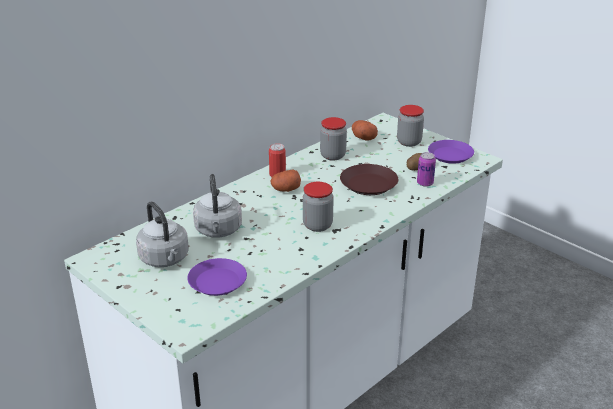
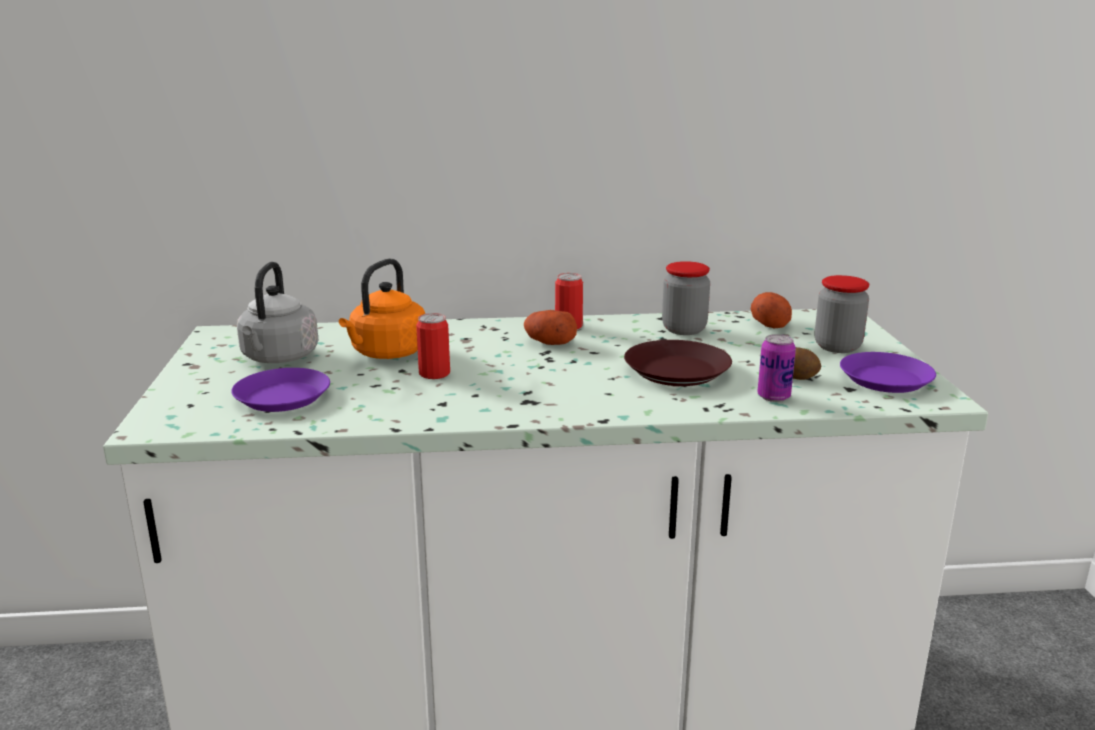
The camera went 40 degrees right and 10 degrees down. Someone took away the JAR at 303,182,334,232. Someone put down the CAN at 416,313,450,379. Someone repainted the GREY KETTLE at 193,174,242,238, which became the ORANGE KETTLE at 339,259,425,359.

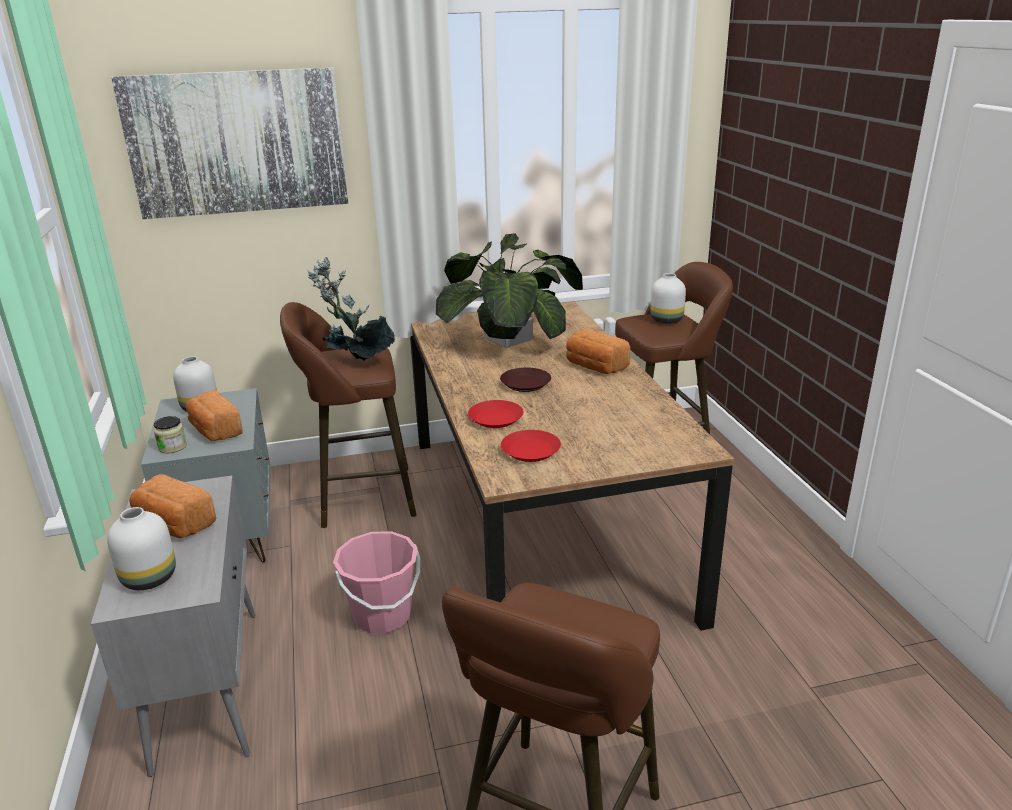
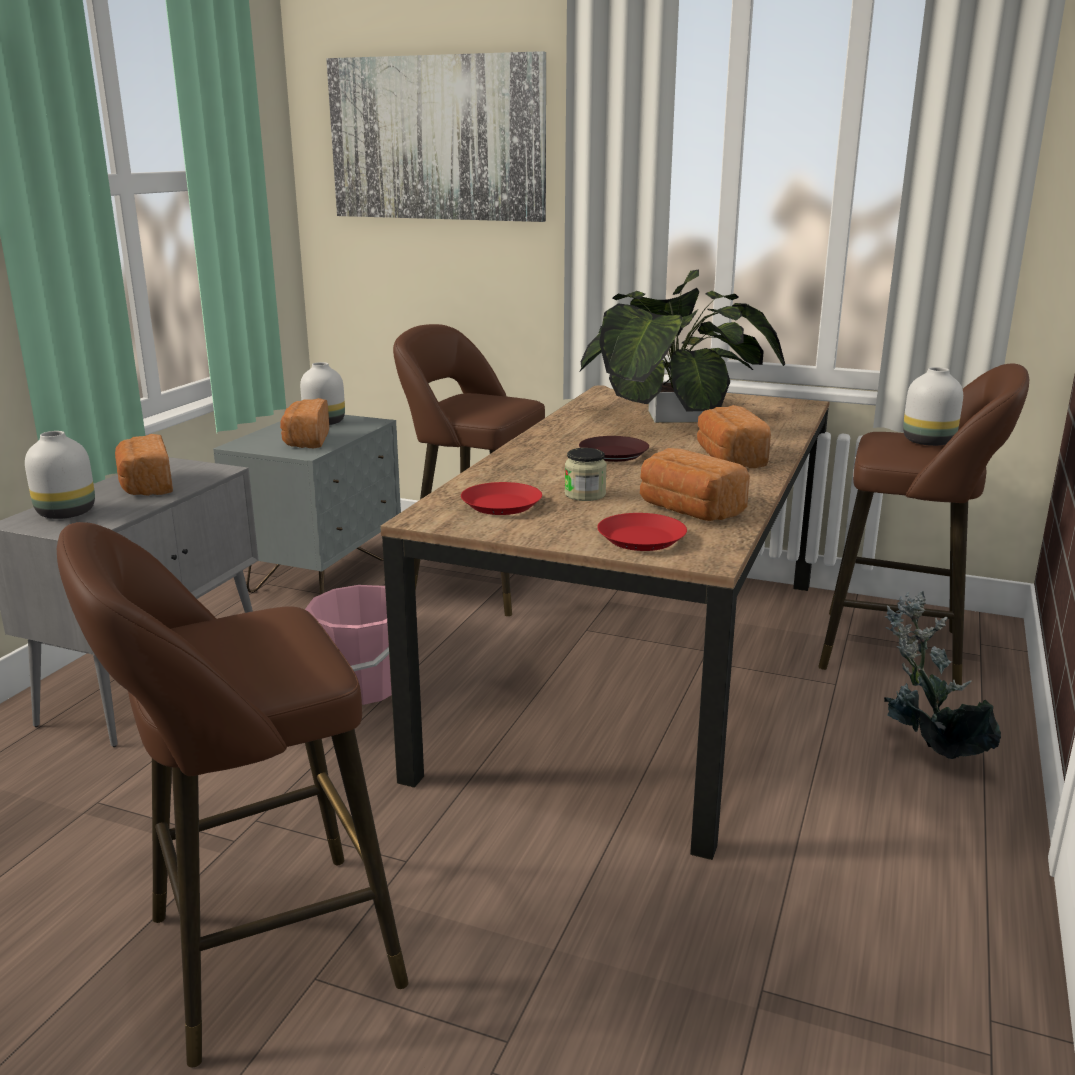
The camera went 35 degrees right and 5 degrees down. Someone put down the BREAD at 640,448,750,521. Someone carried the JAR from 154,416,187,453 to 565,448,607,501. Someone carried the POTTED PLANT from 307,257,395,361 to 884,591,1001,759. Someone carried the RED PLATE from 468,400,524,428 to 597,513,687,551.

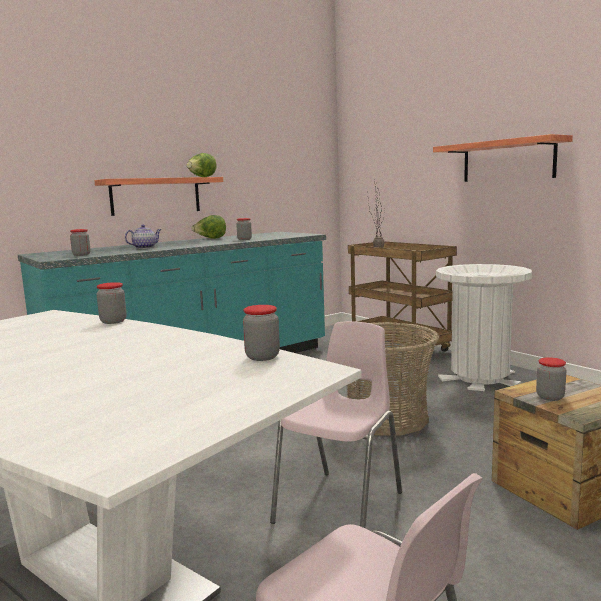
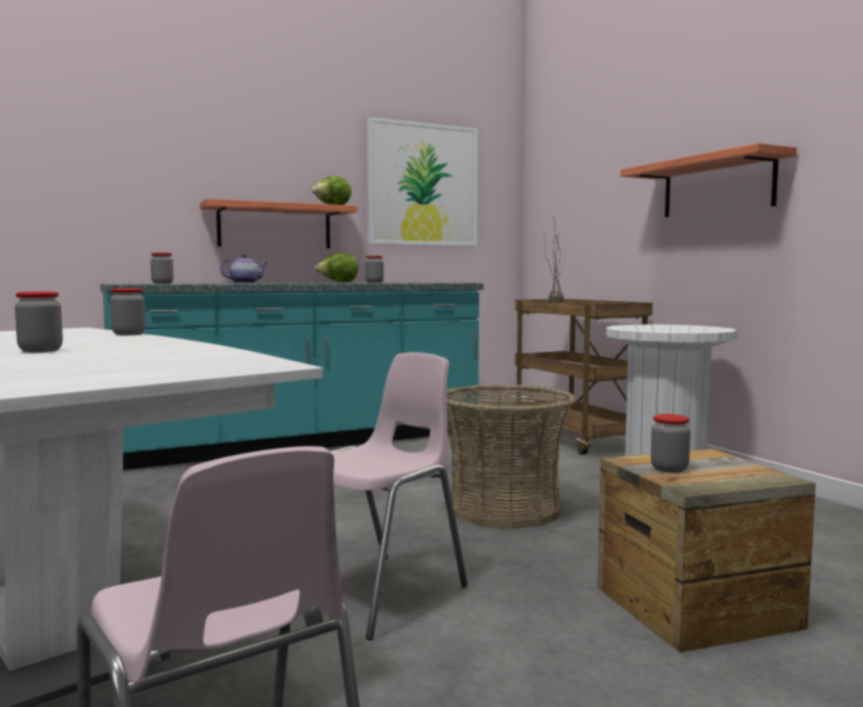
The camera went 10 degrees right and 5 degrees down. Someone put up the PICTURE at 366,117,478,246. Someone carried the JAR from 243,305,280,361 to 15,291,63,352.

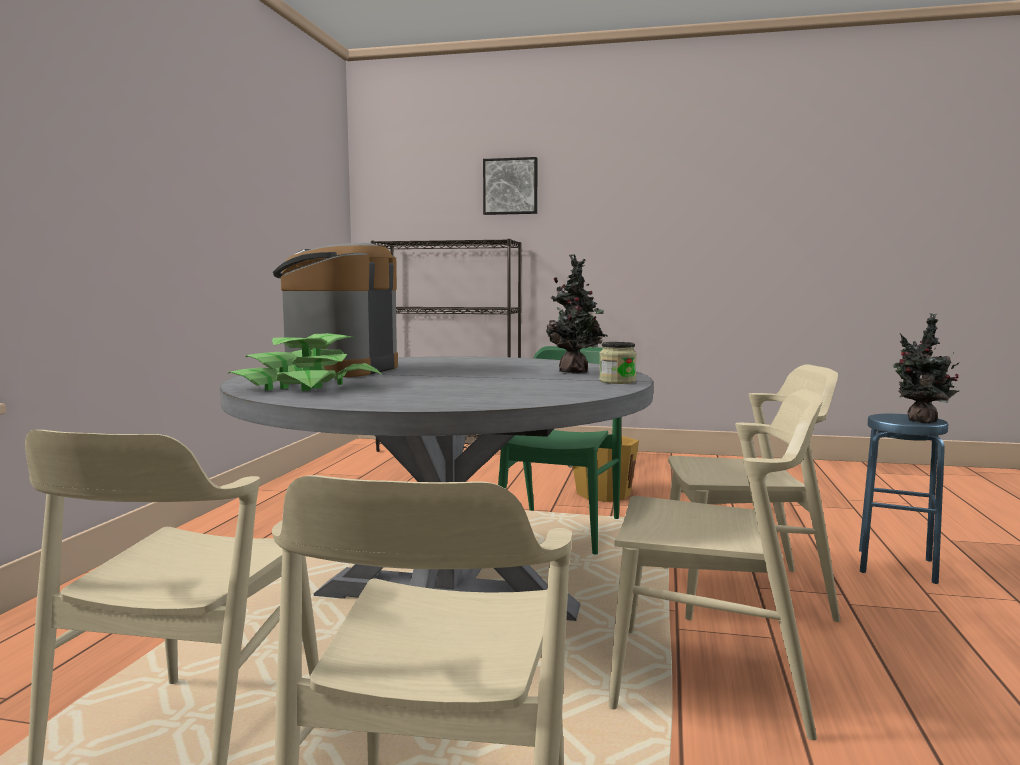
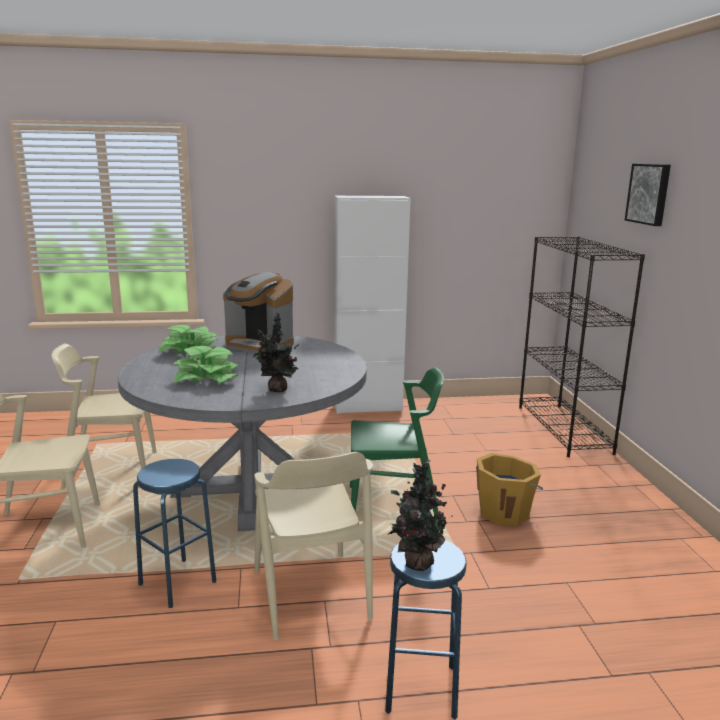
The camera went 70 degrees right and 10 degrees up. Someone took away the JAR at 599,342,637,384. Someone put down the POTTED PLANT at 173,346,240,383. Someone put down the WHITE CABINET at 334,196,411,414. Someone swapped the BEIGE CHAIR at 608,389,823,740 for the BLUE STOOL at 133,459,216,608. Someone rotated the COFFEE MACHINE at 273,243,398,377 by 150 degrees counterclockwise.

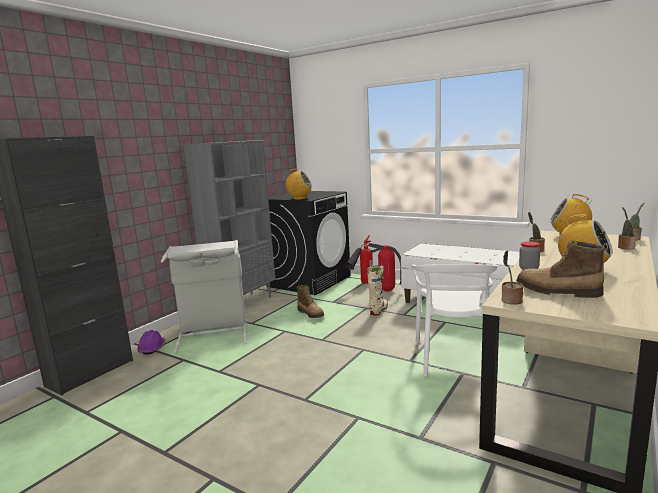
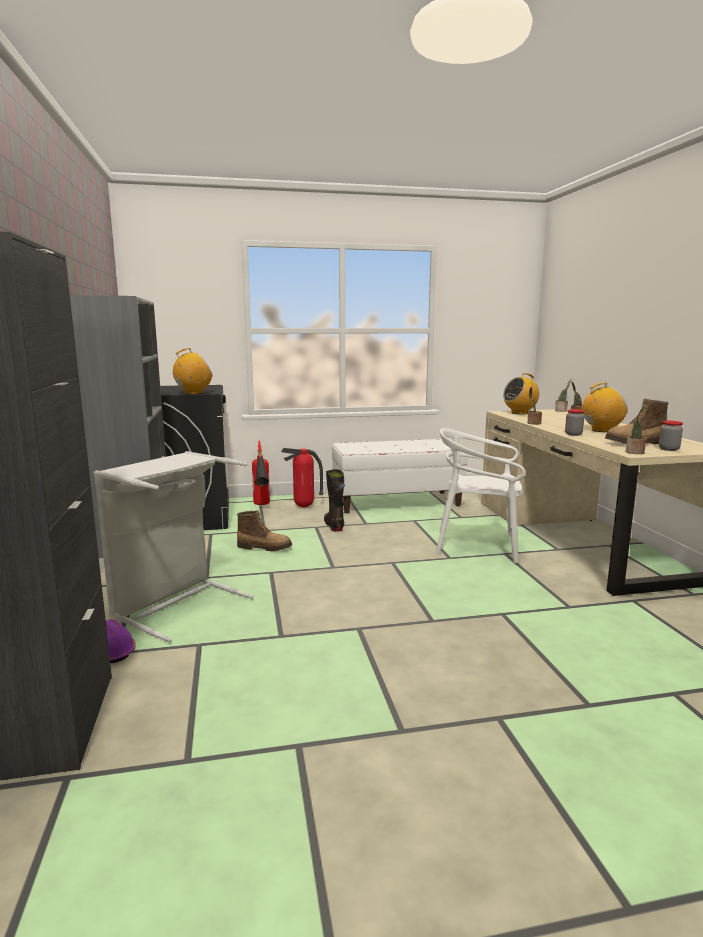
The camera went 45 degrees left and 0 degrees up. Someone put down the JAR at 659,421,683,451. Someone repainted the BEIGE BOOT at 367,265,388,315, which became the BLACK BOOT at 324,469,345,531. Someone rotated the WHITE CHAIR at 412,264,498,376 by 135 degrees clockwise.

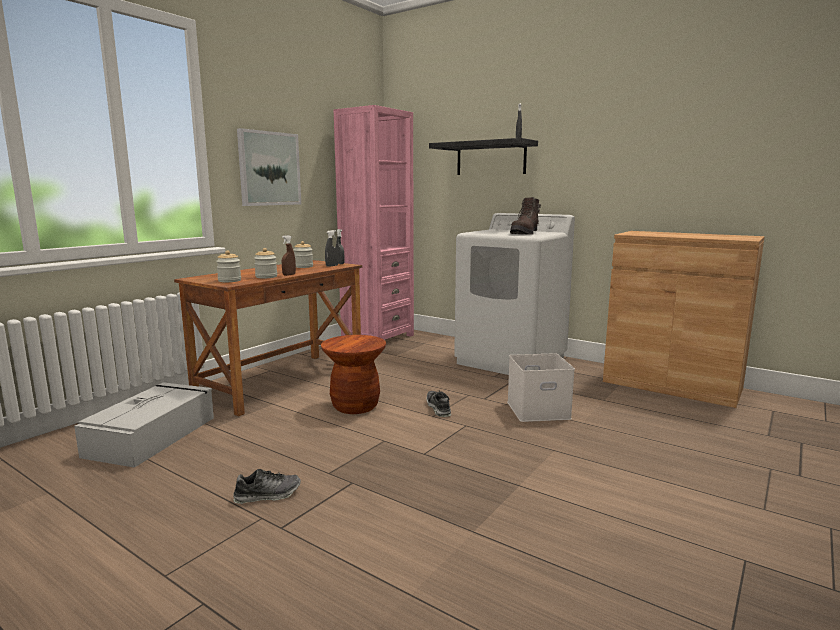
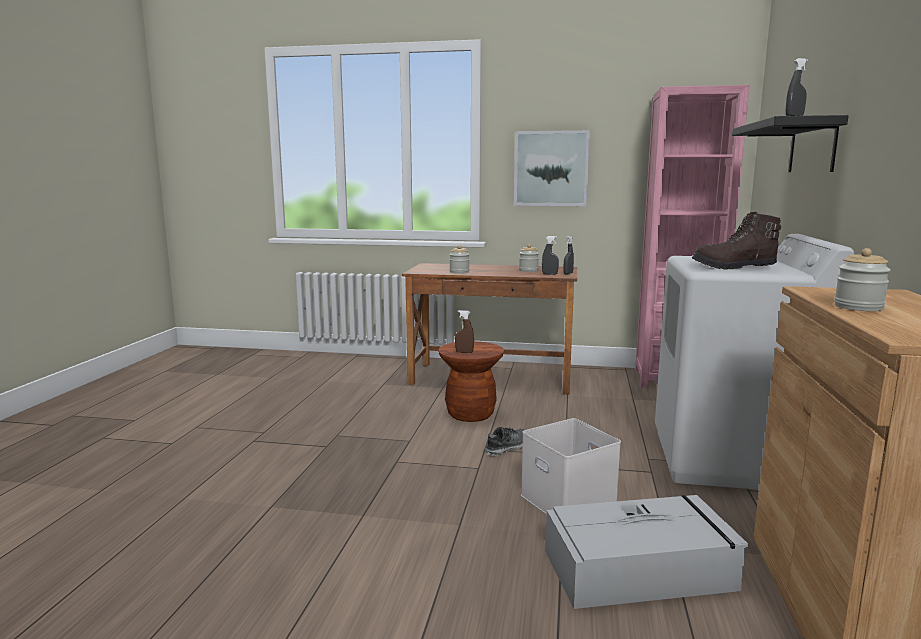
The camera went 65 degrees right and 0 degrees up. Someone took away the SHOE at 233,469,301,504. Someone carried the GREY STORAGE BOX from 74,382,214,468 to 545,495,748,609. Someone carried the JAR from 216,251,241,282 to 834,248,891,311. Someone carried the BROWN SPRAY BOTTLE from 282,235,296,276 to 455,310,474,353.

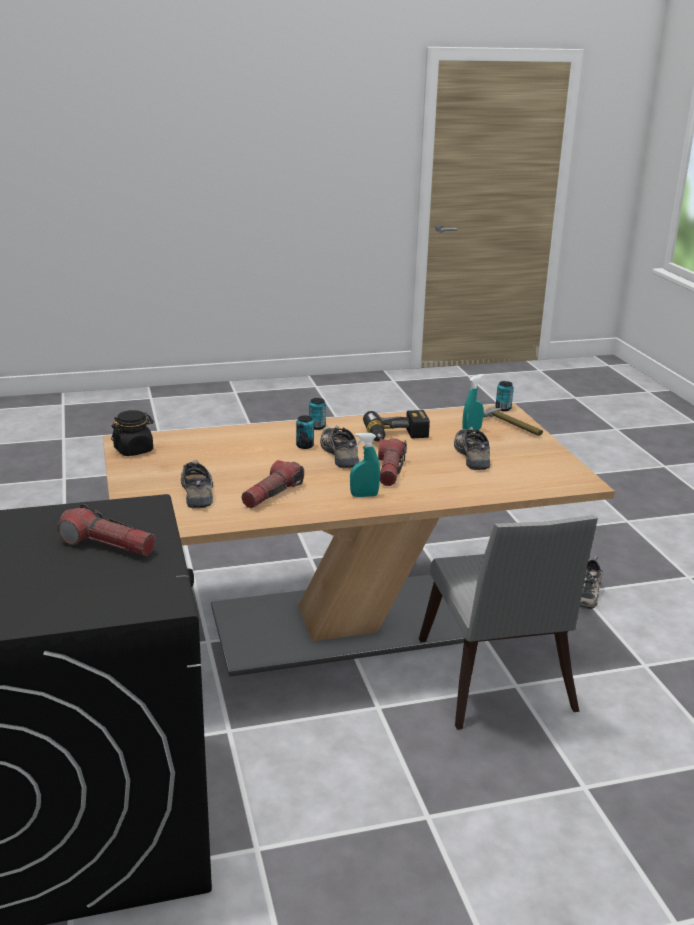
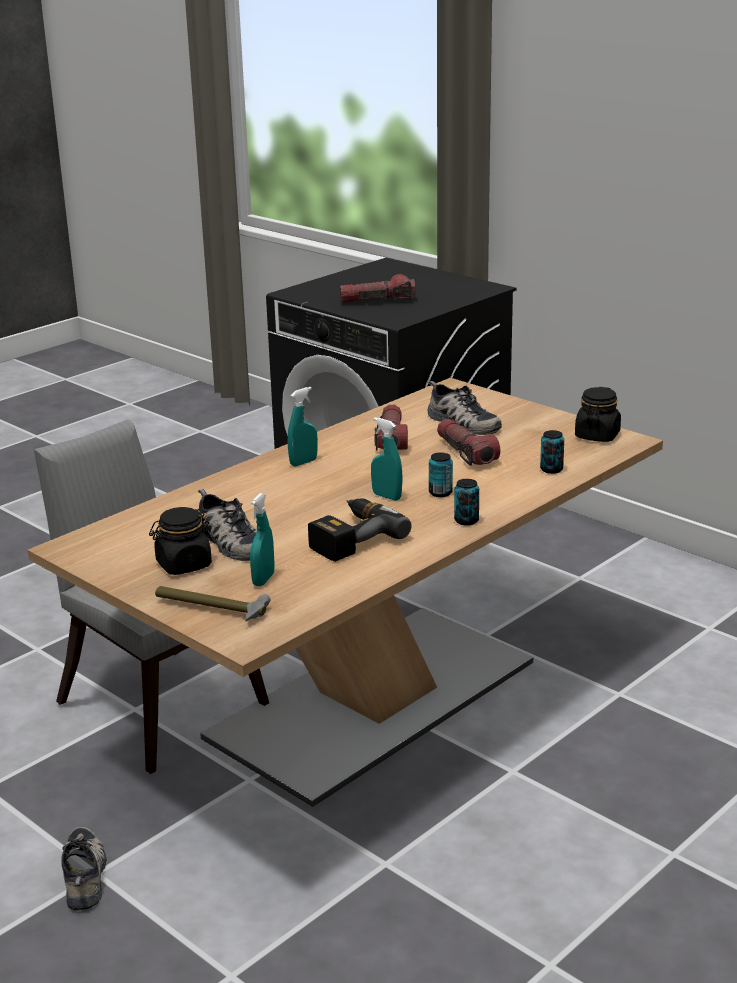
The camera went 150 degrees right and 0 degrees up. Someone put down the BLACK JAR at 149,507,212,575. Someone carried the FLASHLIGHT from 378,438,407,486 to 437,419,500,466. Someone carried the CAN from 495,381,514,411 to 540,430,564,474. Someone swapped the SHOE at 320,425,359,468 for the TURQUOISE SPRAY BOTTLE at 371,417,403,501.

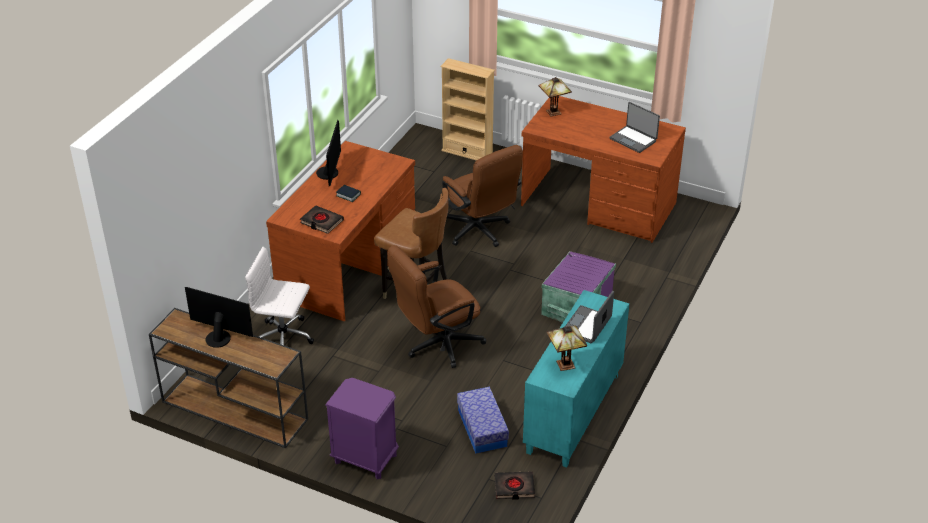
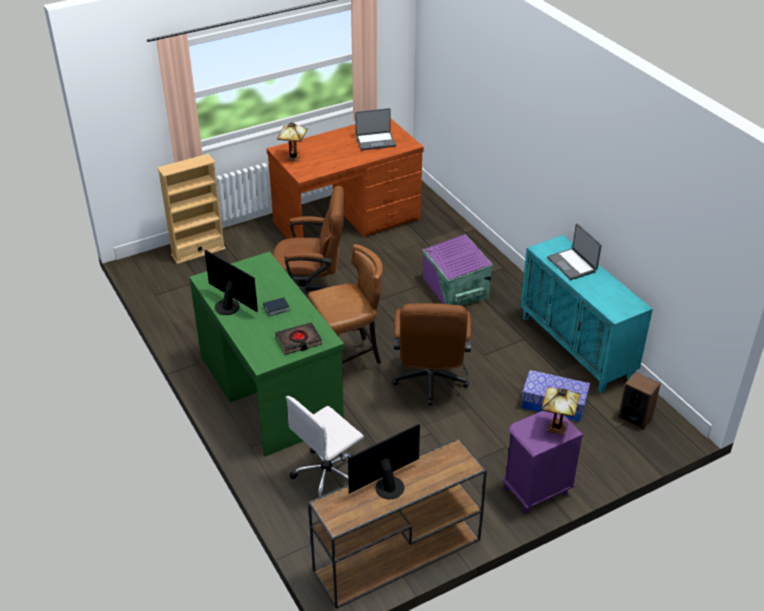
The camera went 55 degrees left and 0 degrees up. Someone carried the TABLE LAMP from 546,326,587,371 to 541,387,580,435. Someone swapped the BLACK BOOK at 494,472,535,500 for the SPEAKER at 618,372,661,430. Someone repainted the BROWN DESK at 266,141,415,322, which became the GREEN DESK at 189,251,344,457.

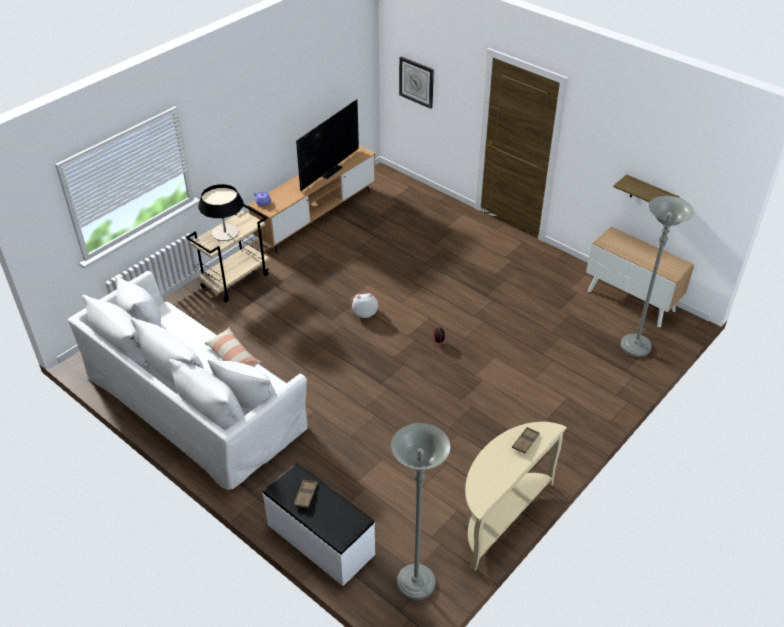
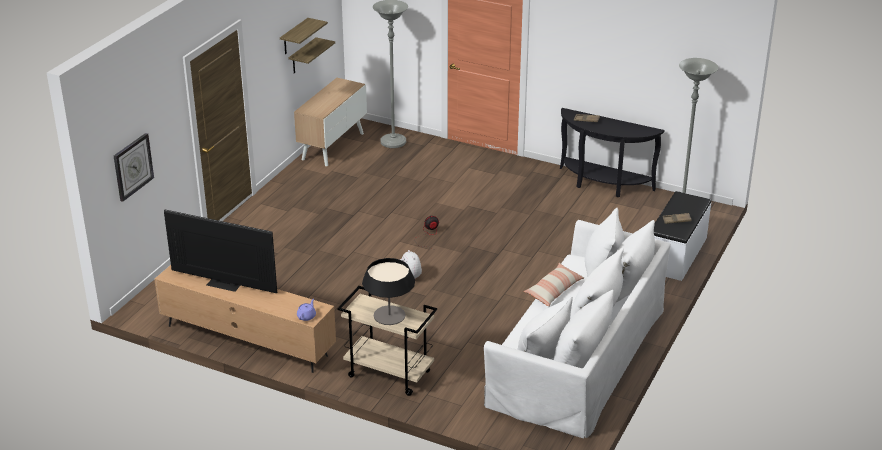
The camera went 105 degrees left and 10 degrees down. Someone put up the SHELF at 280,18,328,54. Someone repainted the BEIGE CONSOLE TABLE at 465,422,567,571, which became the BLACK CONSOLE TABLE at 560,108,664,197.

